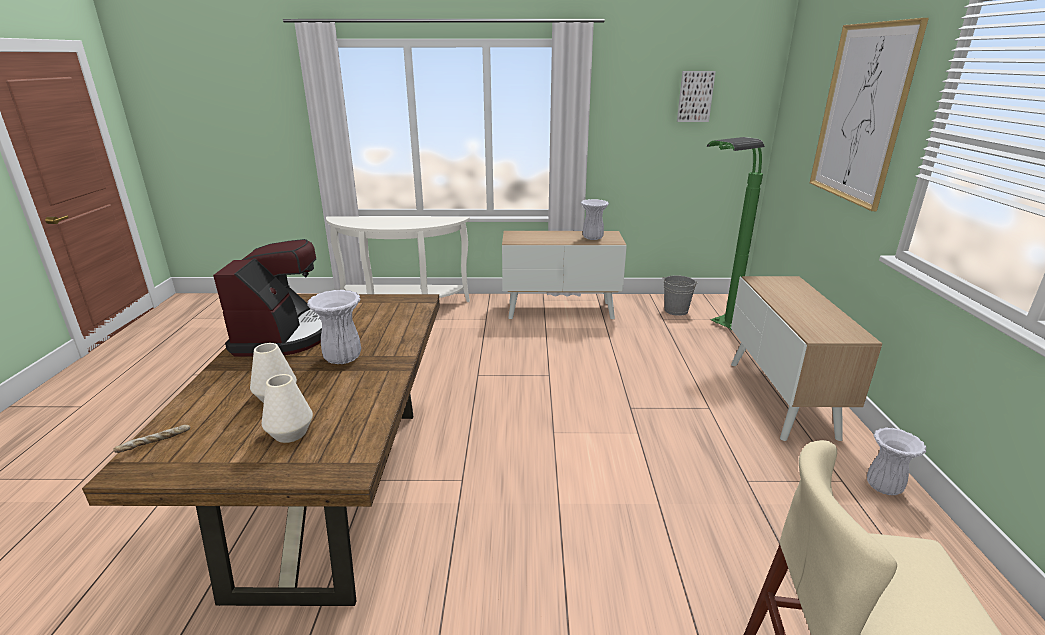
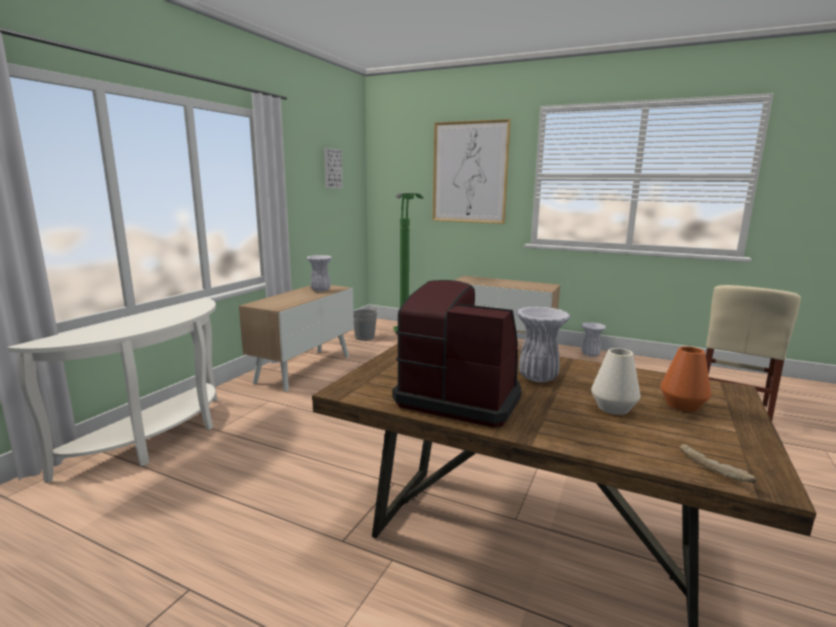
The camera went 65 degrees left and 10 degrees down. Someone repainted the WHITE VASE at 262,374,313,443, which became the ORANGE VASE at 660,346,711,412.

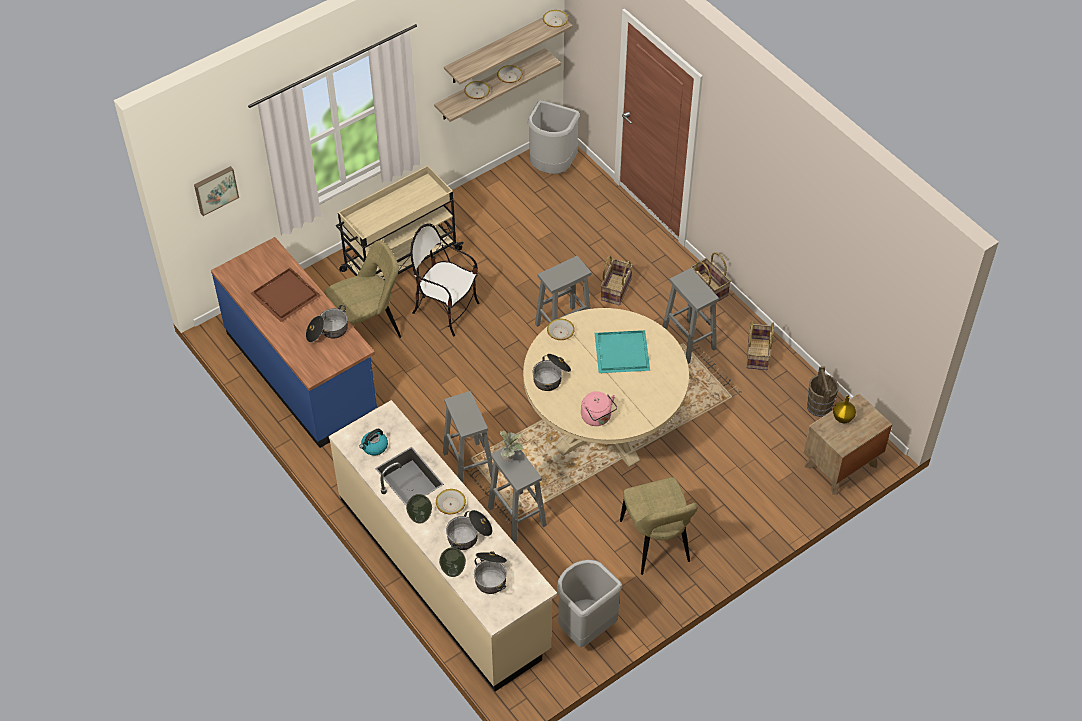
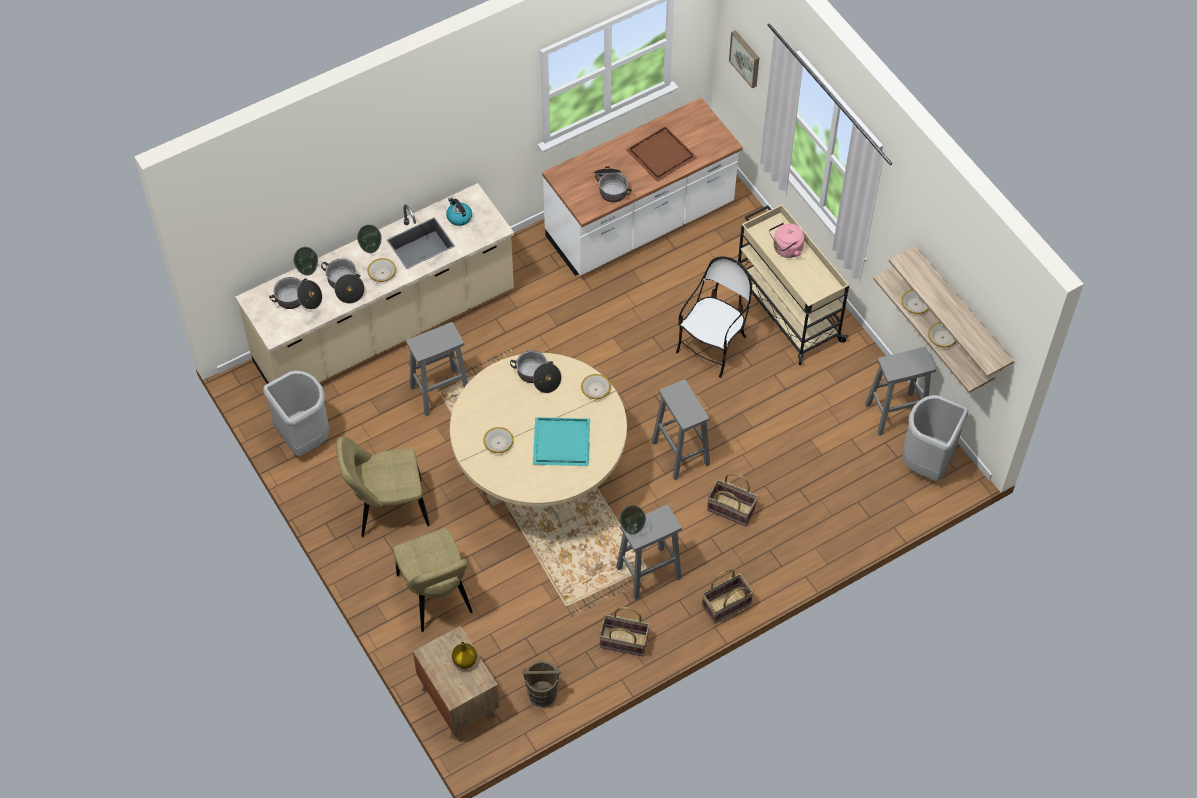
The camera went 95 degrees right and 5 degrees up. Someone took away the POTTED PLANT at 500,430,524,462. Someone put down the VASE at 620,505,646,534. Someone carried the BEIGE CHAIR from 324,240,401,338 to 393,528,473,632. Someone carried the GREY STOOL from 443,391,493,483 to 865,346,936,436. Someone carried the BOWL from 543,10,568,27 to 483,427,514,453. Someone carried the PINK KETTLE from 581,391,617,426 to 769,222,804,258. Someone repainted the BLUE COUNTER at 211,237,377,448, which became the WHITE COUNTER at 542,98,743,276.

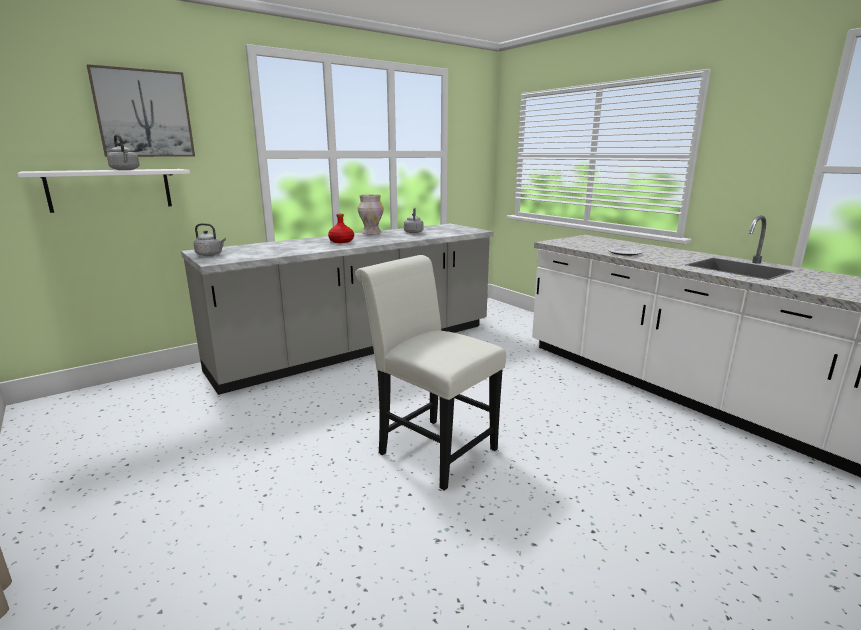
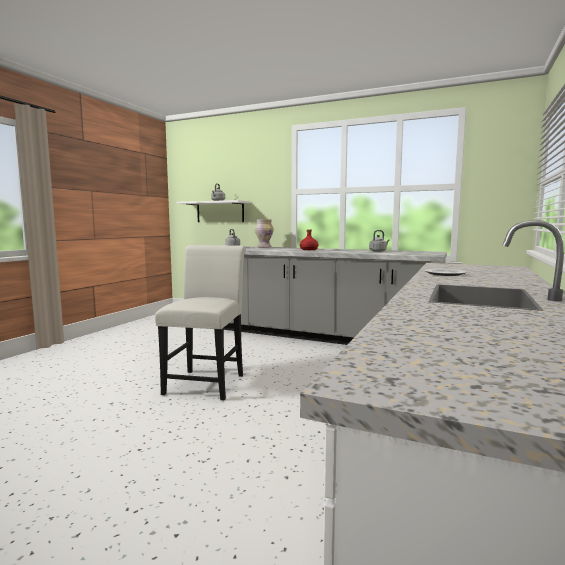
The camera went 60 degrees right and 10 degrees down. Someone took away the PICTURE at 87,64,195,157. Someone carried the VASE from 358,194,384,234 to 255,220,274,247.

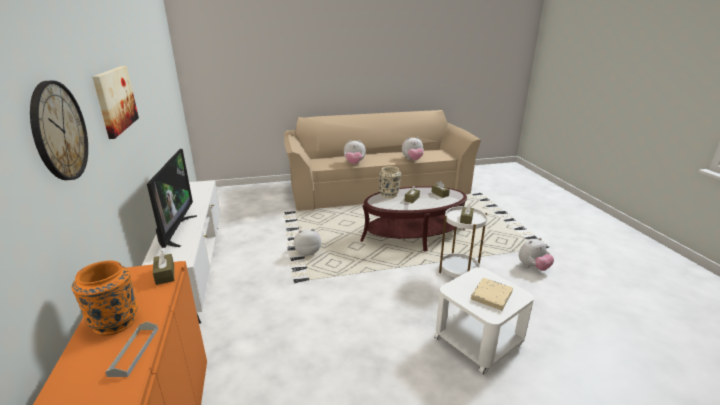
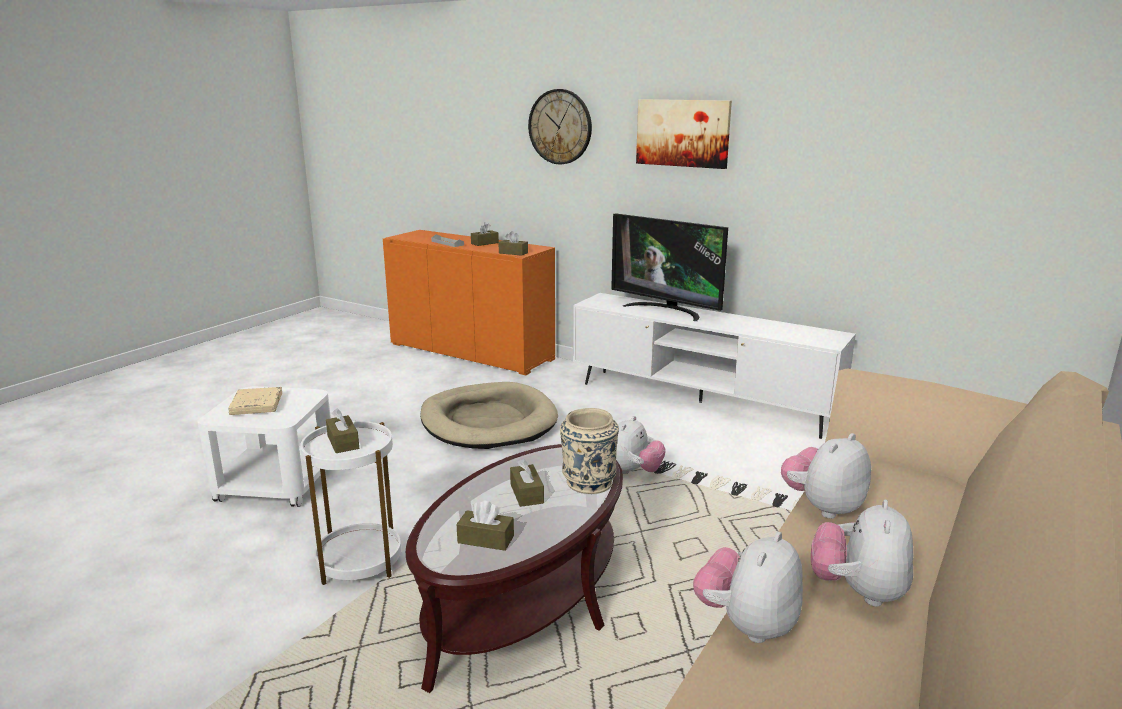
The camera went 135 degrees right and 5 degrees down. Someone put down the BEIGE DOG BED at 420,382,558,449. Someone carried the PLUSH TOY from 519,238,554,271 to 811,500,913,607. Someone swapped the ORANGE VASE at 71,261,138,336 for the BROWN TISSUE BOX at 471,222,499,246.

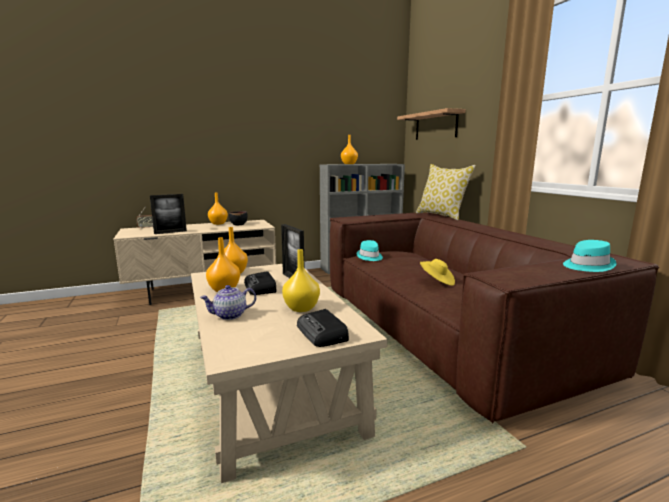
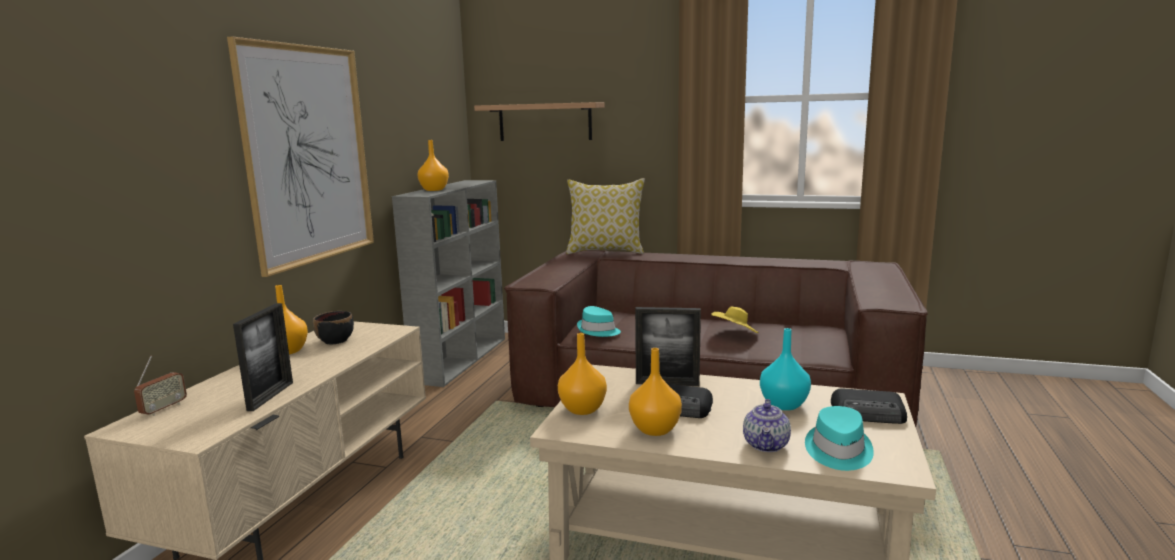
The camera went 50 degrees left and 0 degrees up. Someone put up the PICTURE at 227,37,374,277. Someone carried the TURQUOISE HAT from 563,240,616,272 to 805,406,874,471. Someone repainted the YELLOW VASE at 282,249,320,312, which became the TURQUOISE VASE at 760,328,811,410.

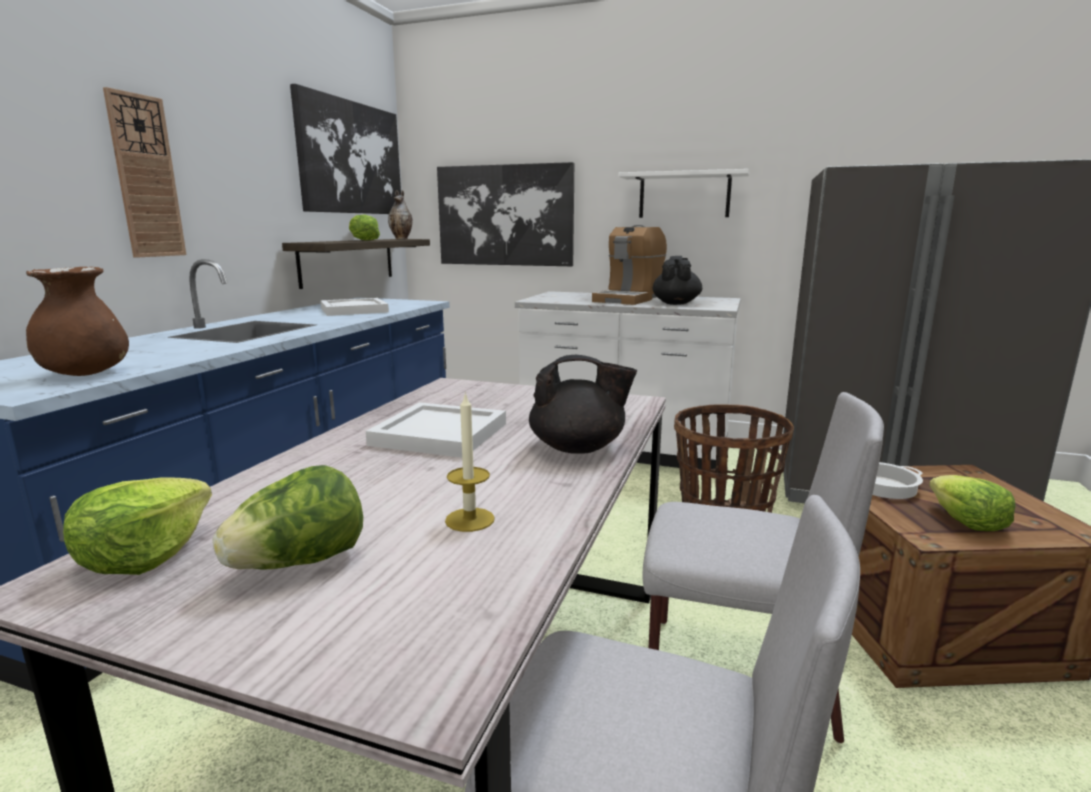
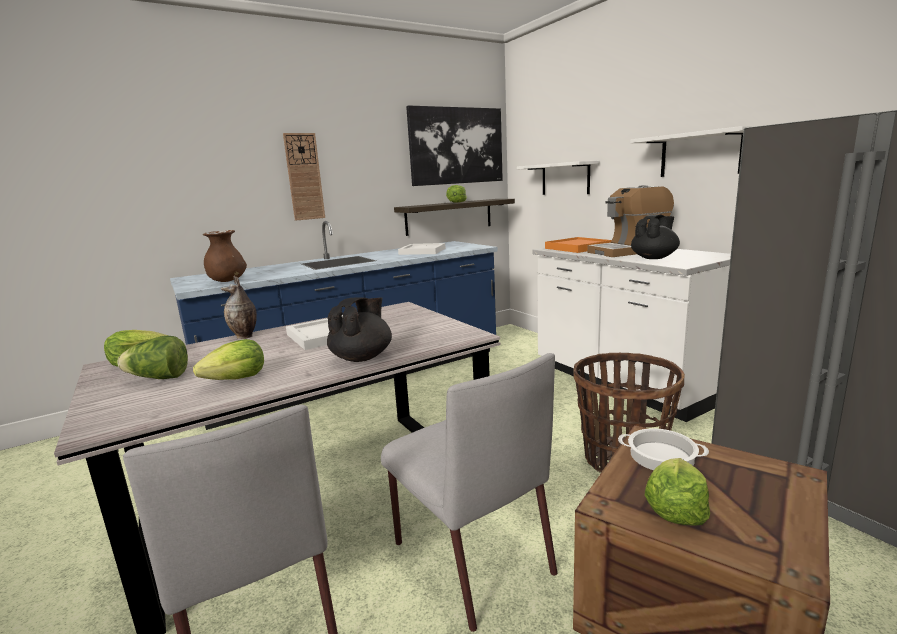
The camera went 40 degrees right and 0 degrees up. Someone put down the ORANGE TRAY at 545,237,612,253. Someone carried the VASE from 388,190,412,239 to 221,276,257,339. Someone swapped the PICTURE at 437,162,574,266 for the WHITE SHELF at 517,161,600,195. Someone swapped the CANDLE at 445,392,495,532 for the LETTUCE at 193,339,264,380. Someone rotated the BLACK TEAPOT at 529,355,637,454 by 105 degrees counterclockwise.

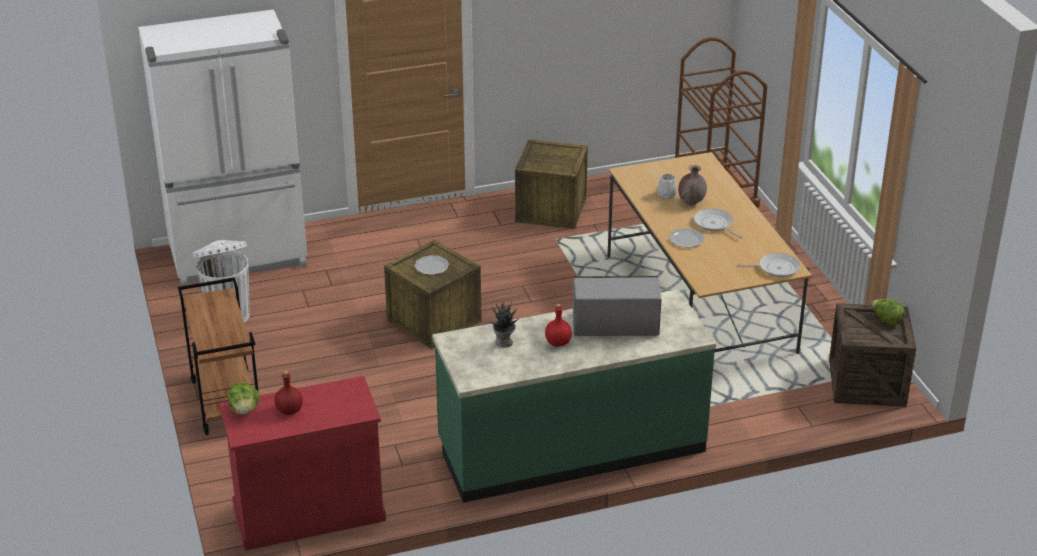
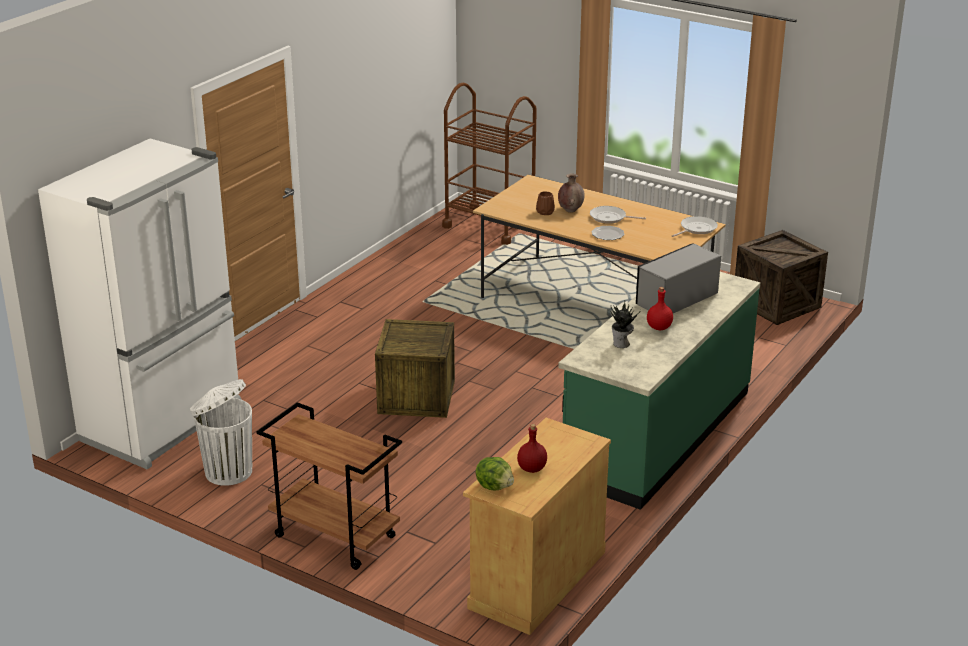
The camera went 40 degrees left and 5 degrees down. Someone took away the PLATE at 414,255,449,275. Someone took away the CRATE at 515,139,588,229. Someone took away the LETTUCE at 872,299,905,326. Someone repainted the RED CABINET at 219,376,386,551, which became the BEIGE CABINET at 463,418,611,635. Someone repainted the WHITE VASE at 657,174,677,200, which became the BROWN VASE at 536,191,555,215.

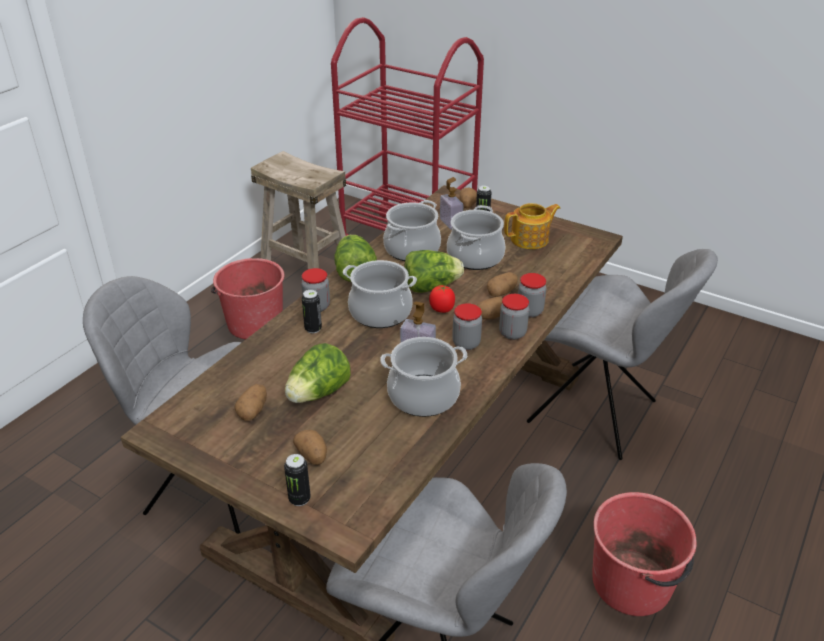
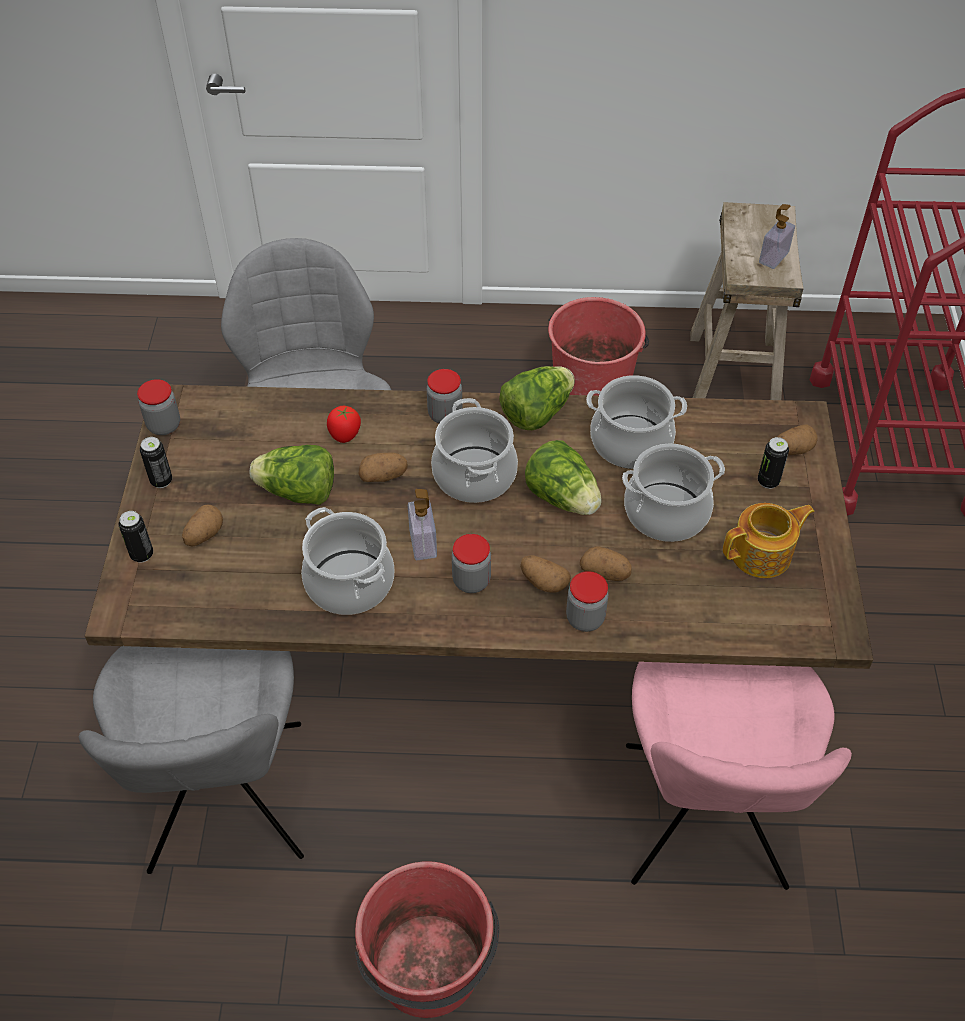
The camera went 60 degrees right and 15 degrees up. Someone carried the POTATO from 234,384,267,421 to 359,453,408,482. Someone carried the CAN from 302,290,322,333 to 140,437,172,488. Someone carried the TOMATO from 429,285,455,313 to 327,406,361,443. Someone carried the SOAP DISPENSER from 440,177,463,230 to 759,204,795,269. Someone carried the JAR from 499,294,529,340 to 137,379,180,435. Someone repainted the GREY CHAIR at 527,249,718,460, which became the PINK CHAIR at 626,662,852,890. Someone rotated the TEAPOT at 504,203,560,249 by 60 degrees counterclockwise.

